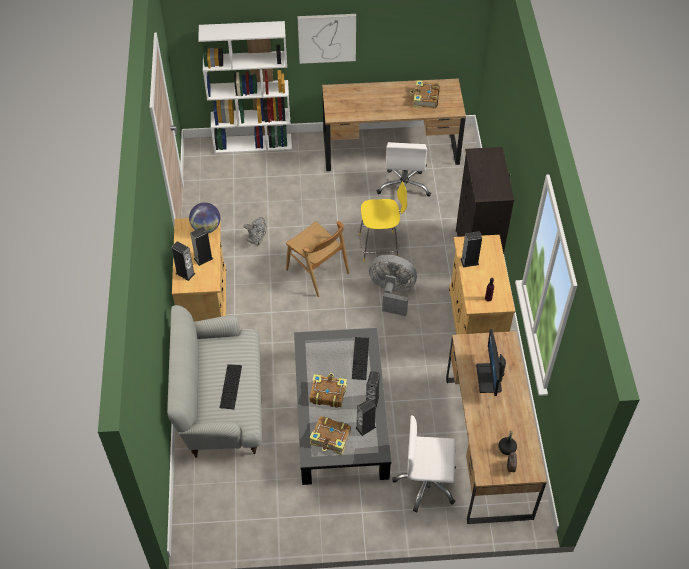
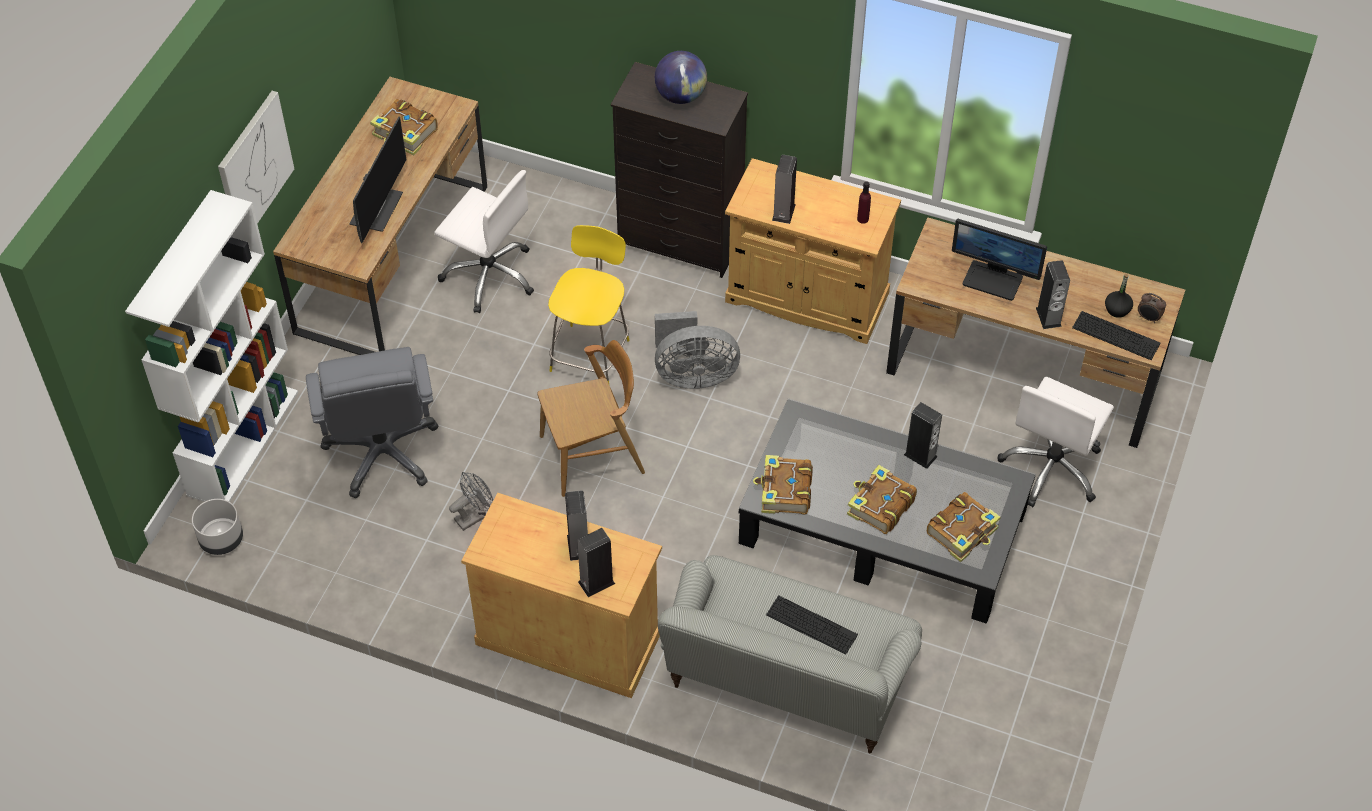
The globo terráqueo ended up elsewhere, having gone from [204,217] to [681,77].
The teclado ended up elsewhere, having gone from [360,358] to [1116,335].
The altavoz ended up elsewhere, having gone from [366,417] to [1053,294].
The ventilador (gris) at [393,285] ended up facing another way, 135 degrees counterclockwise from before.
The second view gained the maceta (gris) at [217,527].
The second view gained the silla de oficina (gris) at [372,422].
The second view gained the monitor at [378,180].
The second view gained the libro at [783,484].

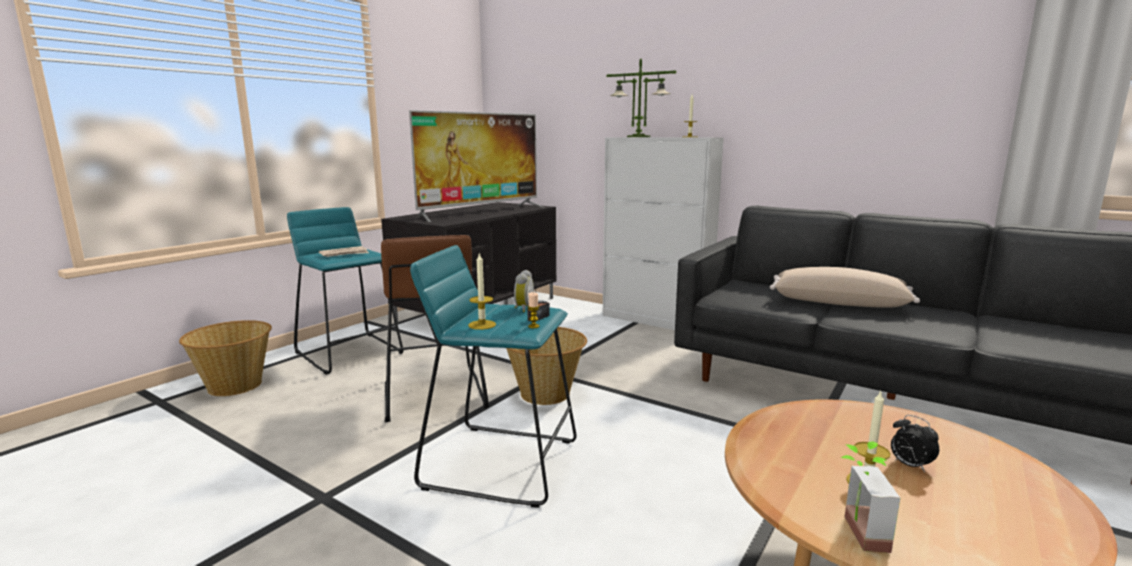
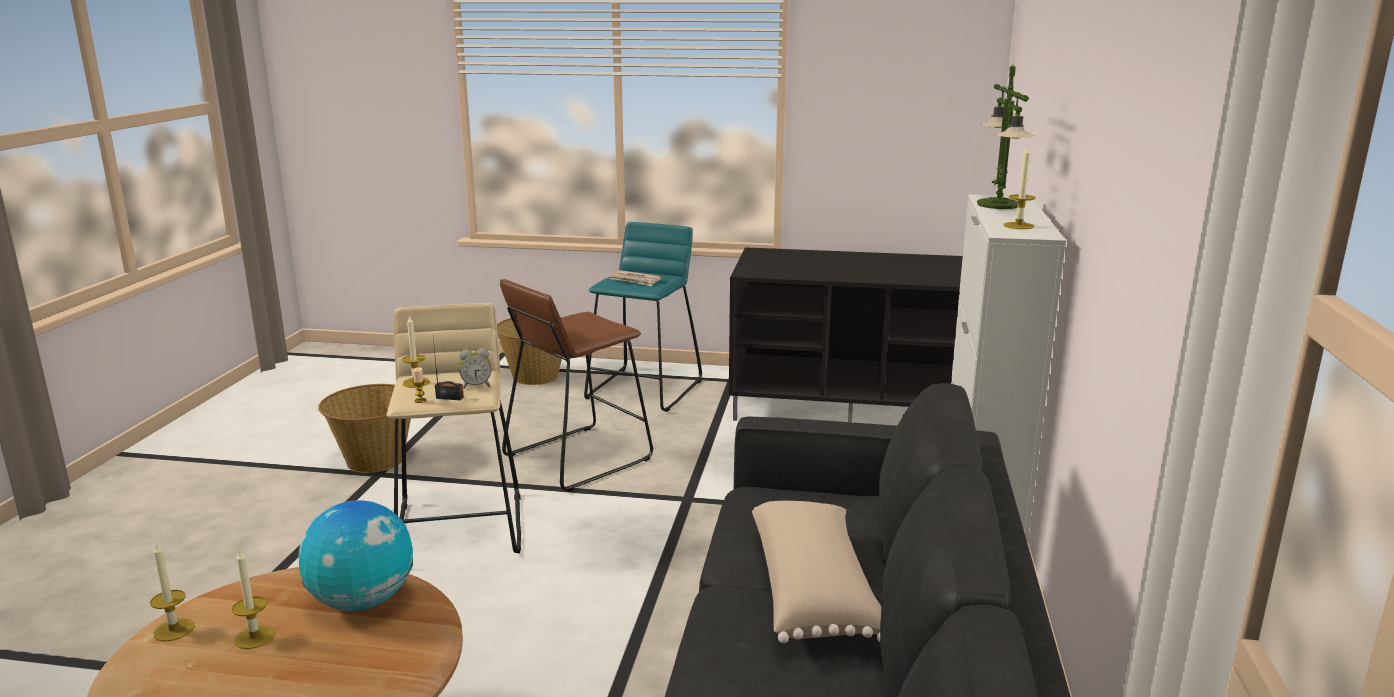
The second view lost the televisor at [477,166].
What was the taburete (turquesa) at [493,376] turned into the taburete (beis) at [454,428].
The cesta ended up elsewhere, having gone from [546,366] to [364,428].
Where the planta en maceta stood at [870,497], the vela came to stand at [172,592].
The second view lost the despertador at [915,444].
The second view gained the globo terráqueo at [355,555].

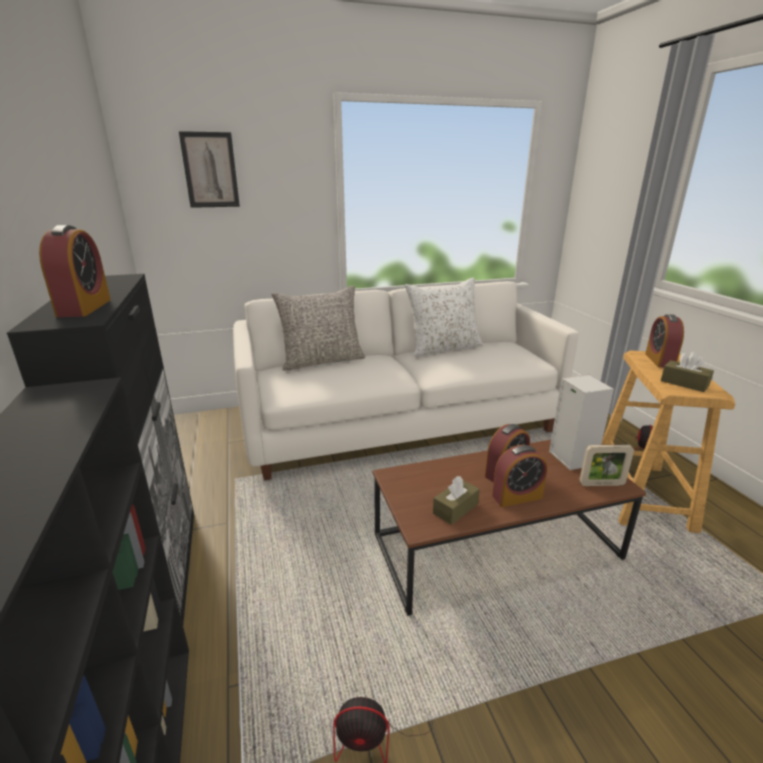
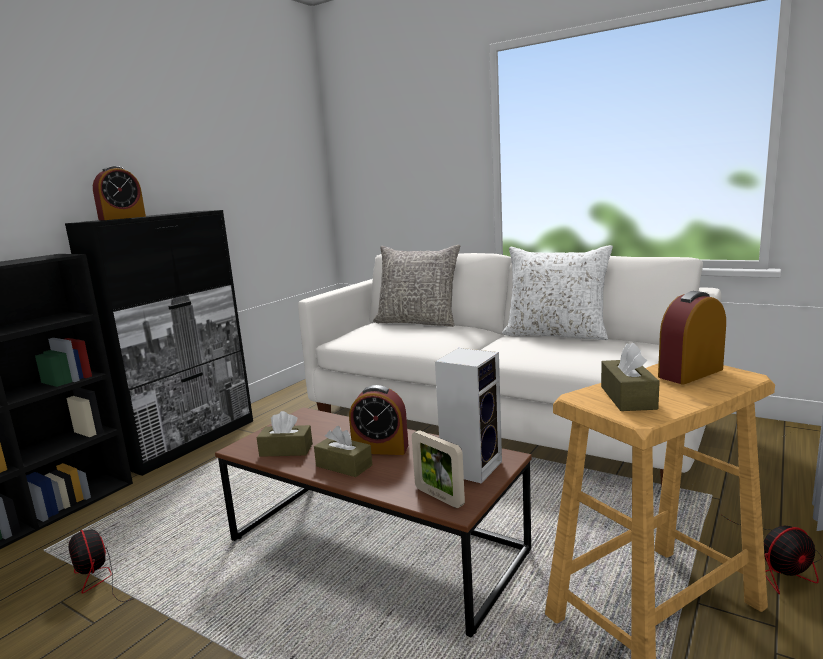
The second view lost the cuadro at [209,169].
Where the despertador stood at [519,476], the caja de pañuelos (marrón) came to stand at [343,451].

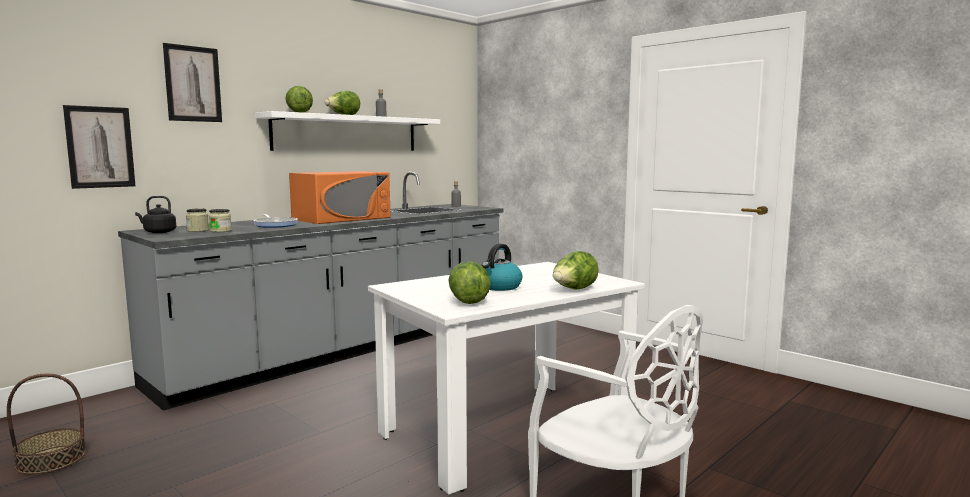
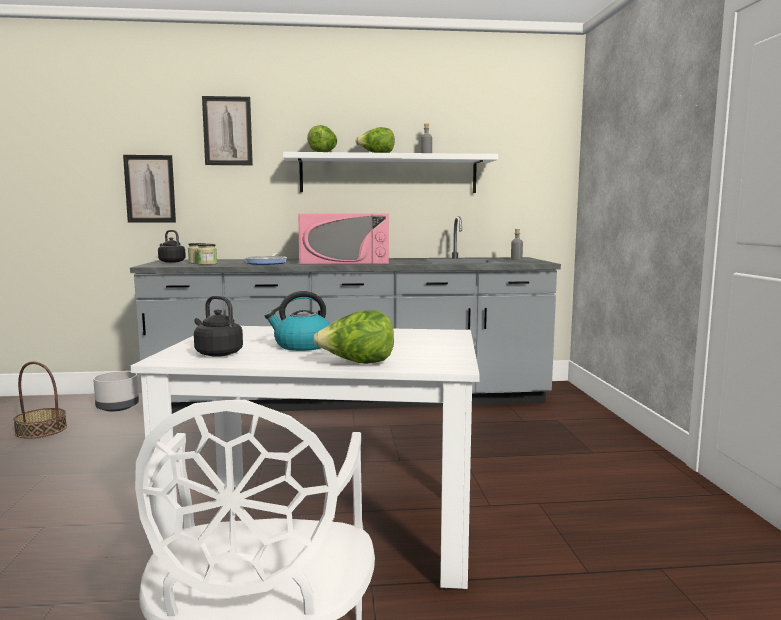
What was the microondas (naranja) at [340,197] turned into the microondas (rosa) at [343,239].
Where the lechuga stood at [469,282], the hervidor (negro) came to stand at [218,326].
The second view gained the maceta (gris) at [116,391].

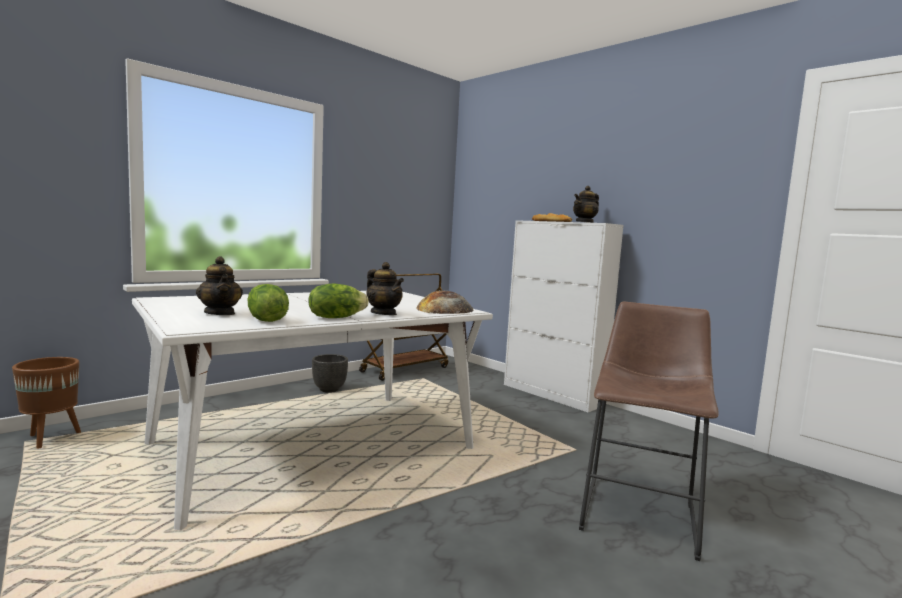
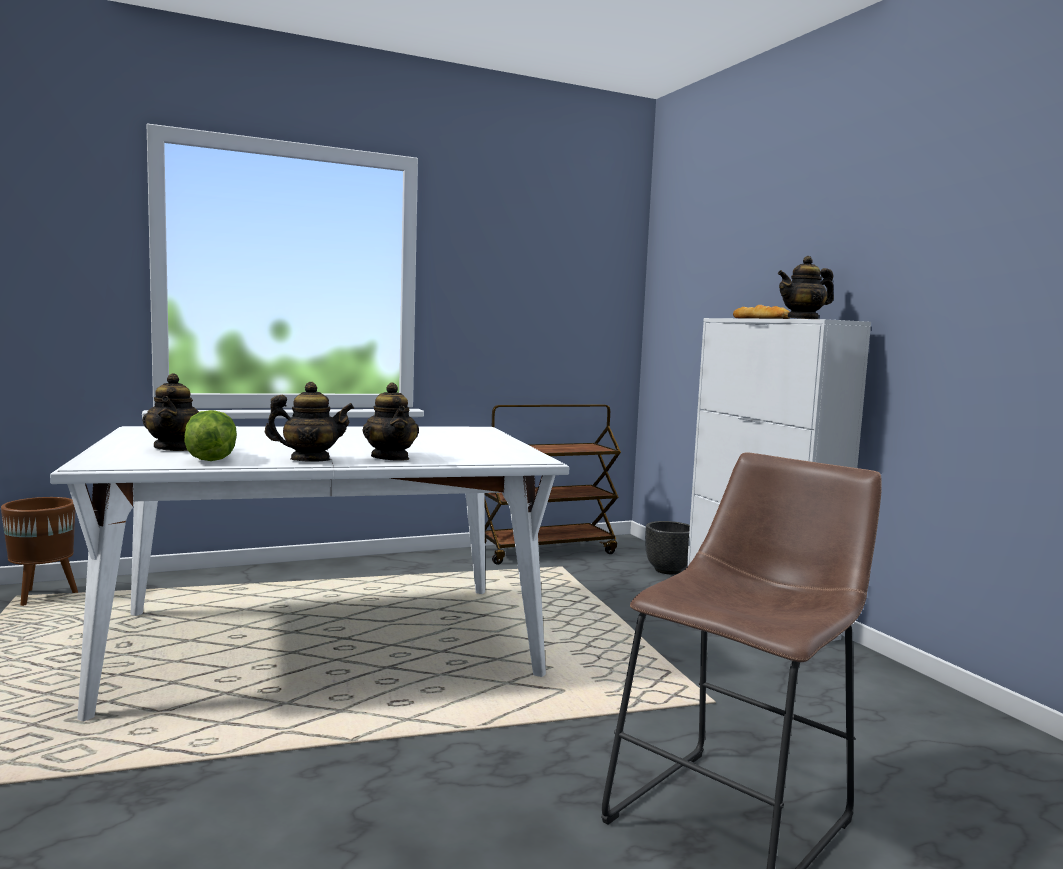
Where the lechuga stood at [338,301], the tetera came to stand at [309,422].
The maceta (negro) ended up elsewhere, having gone from [330,373] to [667,547].
The second view lost the pan at [445,302].

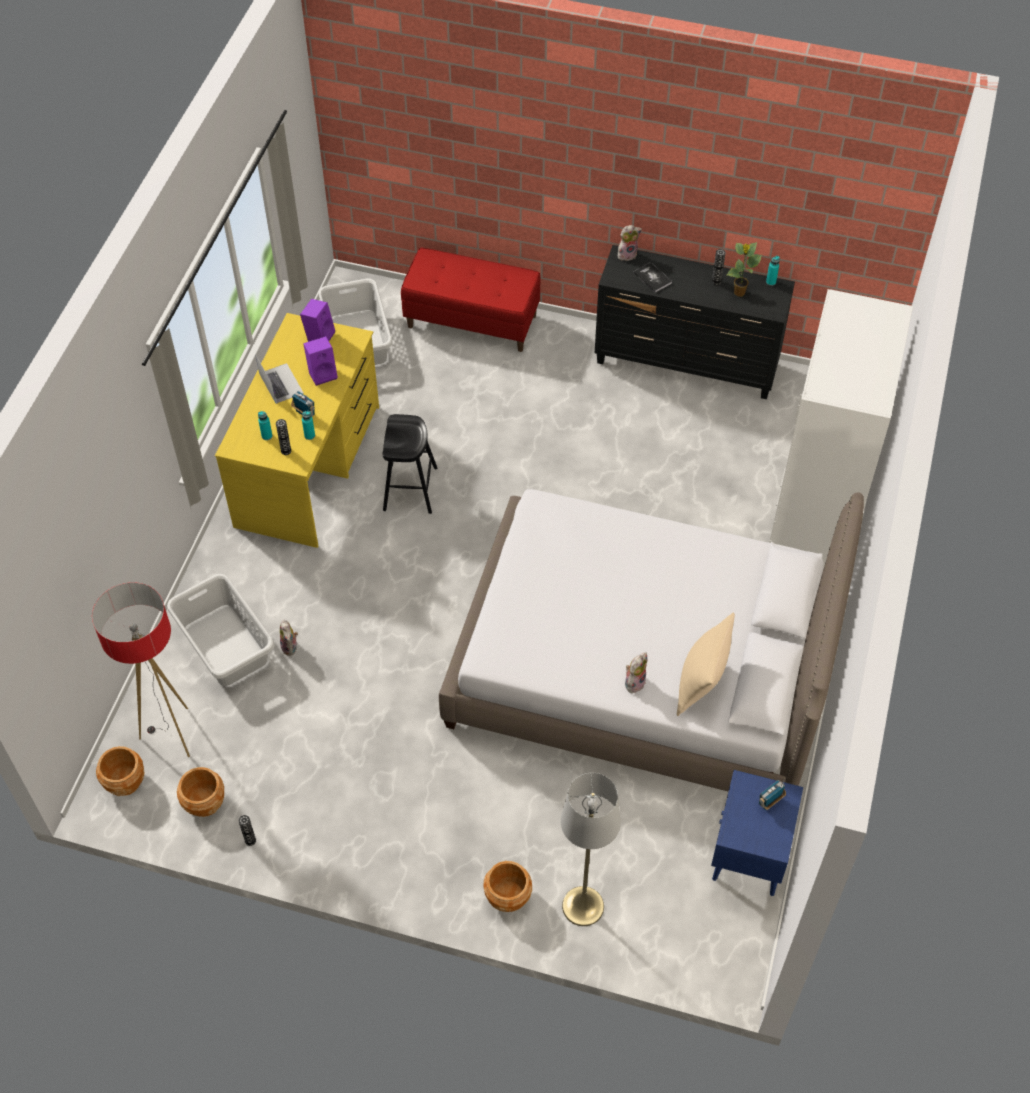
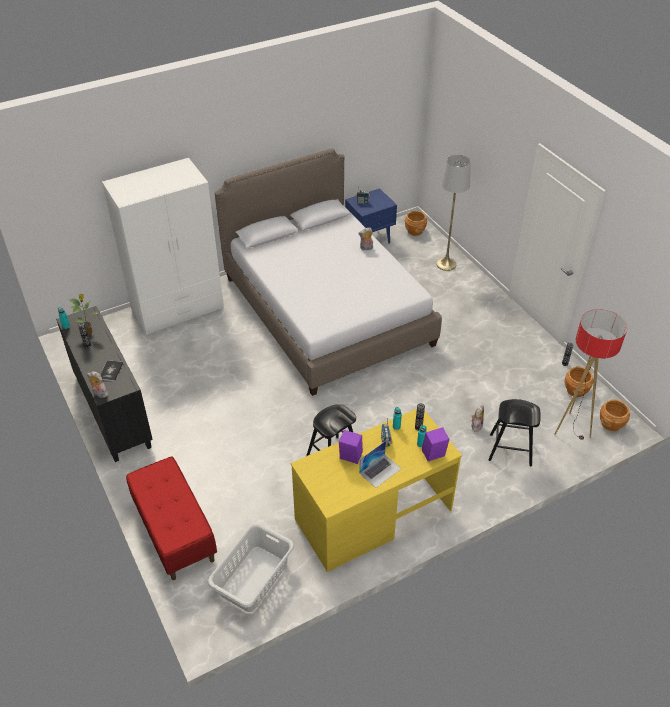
Where the cesto de la ropa (gris) stood at [221,630], the taburete (negro) came to stand at [514,433].
The portátil at [280,380] ended up facing another way, 150 degrees counterclockwise from before.
The altavoz (morado) ended up elsewhere, having gone from [317,320] to [436,444].
The maceta (marrón) ended up elsewhere, having gone from [507,886] to [416,223].
The second view lost the cojín (beis) at [706,664].

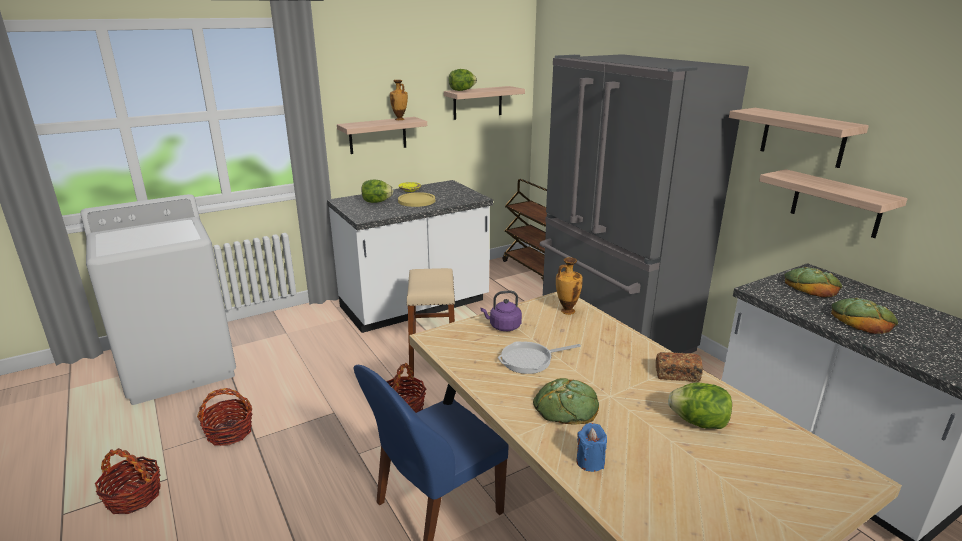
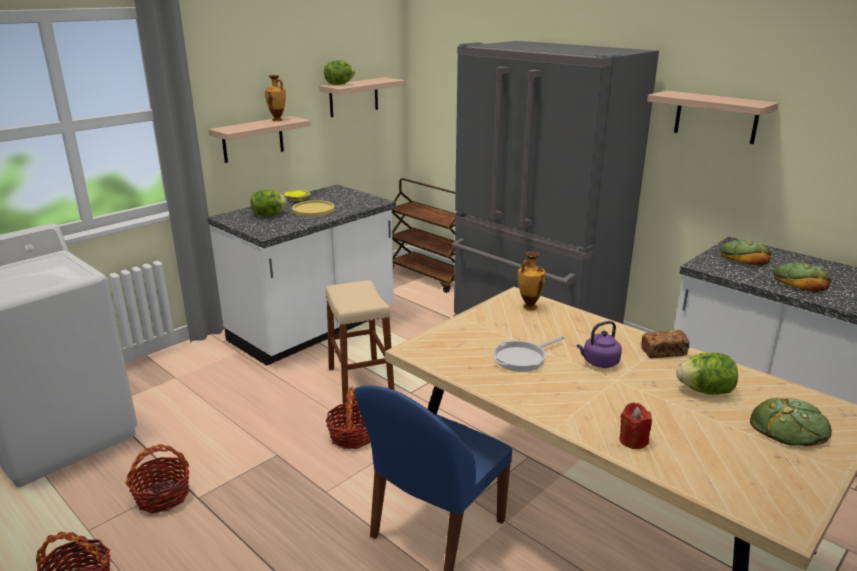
The hervidor (morado) ended up elsewhere, having gone from [501,311] to [599,344].
The pan ended up elsewhere, having gone from [566,401] to [791,422].
What was the vela (azul) at [591,447] turned into the vela (rojo) at [635,425].
The second view lost the estante at [833,203].

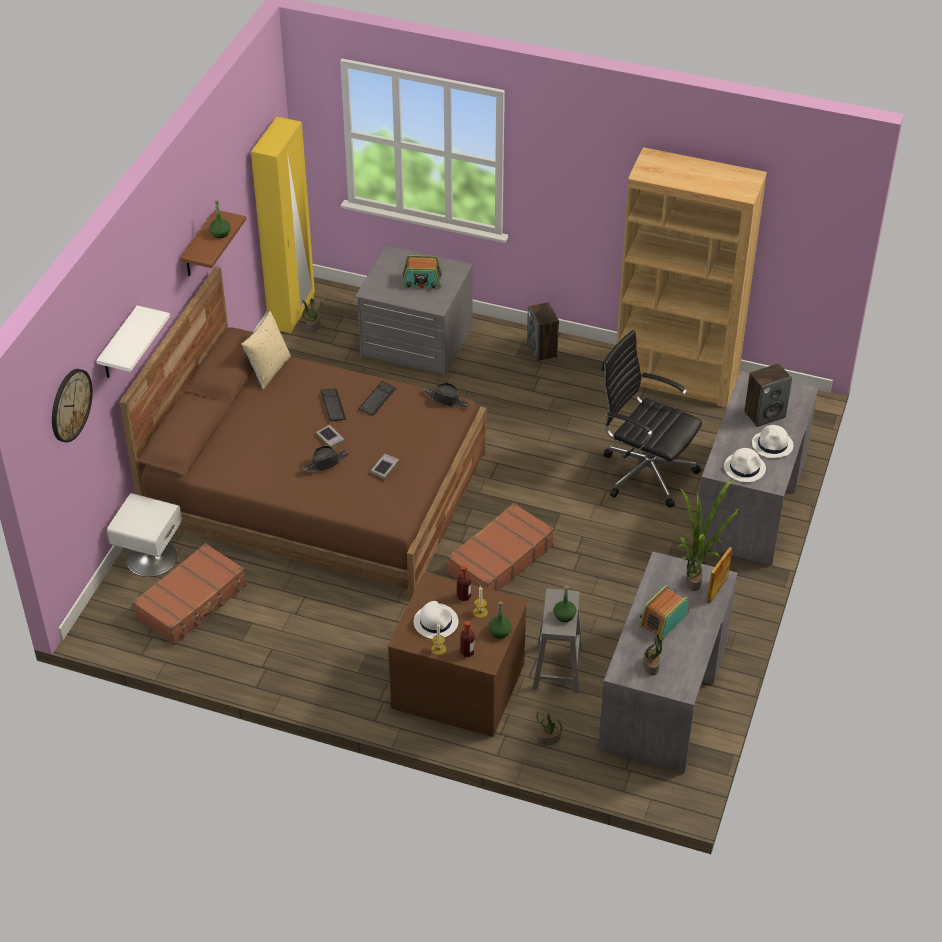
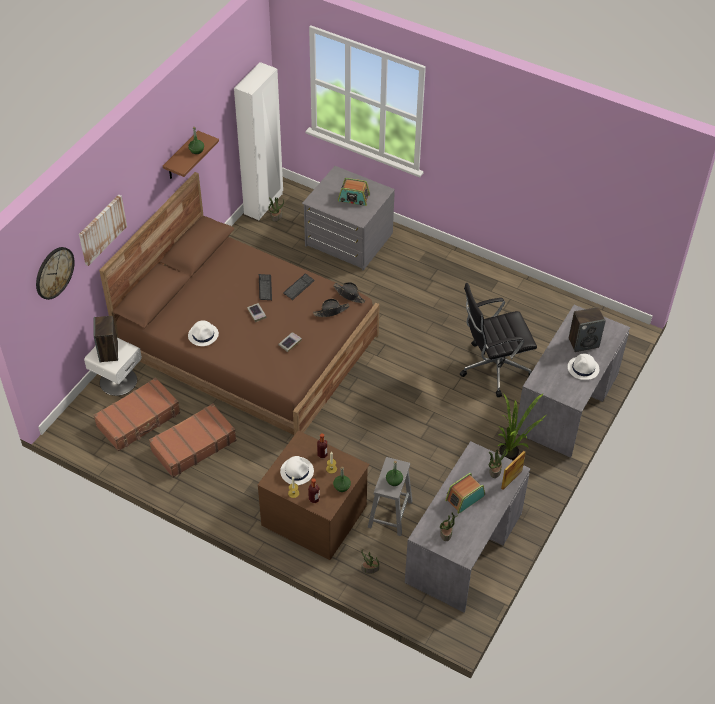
Where the estante (blanco) hung at [133,341], the cuadro came to hang at [103,230].
The second view lost the cojín (beis) at [266,350].
What was the armario ropero (amarillo) at [283,225] turned into the armario ropero (blanco) at [258,141].
The sombrero (negro) ended up elsewhere, having gone from [325,459] to [331,308].
The maleta (marrón) ended up elsewhere, having gone from [501,547] to [193,440].
The altavoz ended up elsewhere, having gone from [543,331] to [106,339].
The silla de oficina (negro) at [652,419] ended up facing another way, 60 degrees counterclockwise from before.
The second view lost the estantería (marrón) at [691,277].
The sombrero (blanco) ended up elsewhere, having gone from [745,465] to [203,333].

